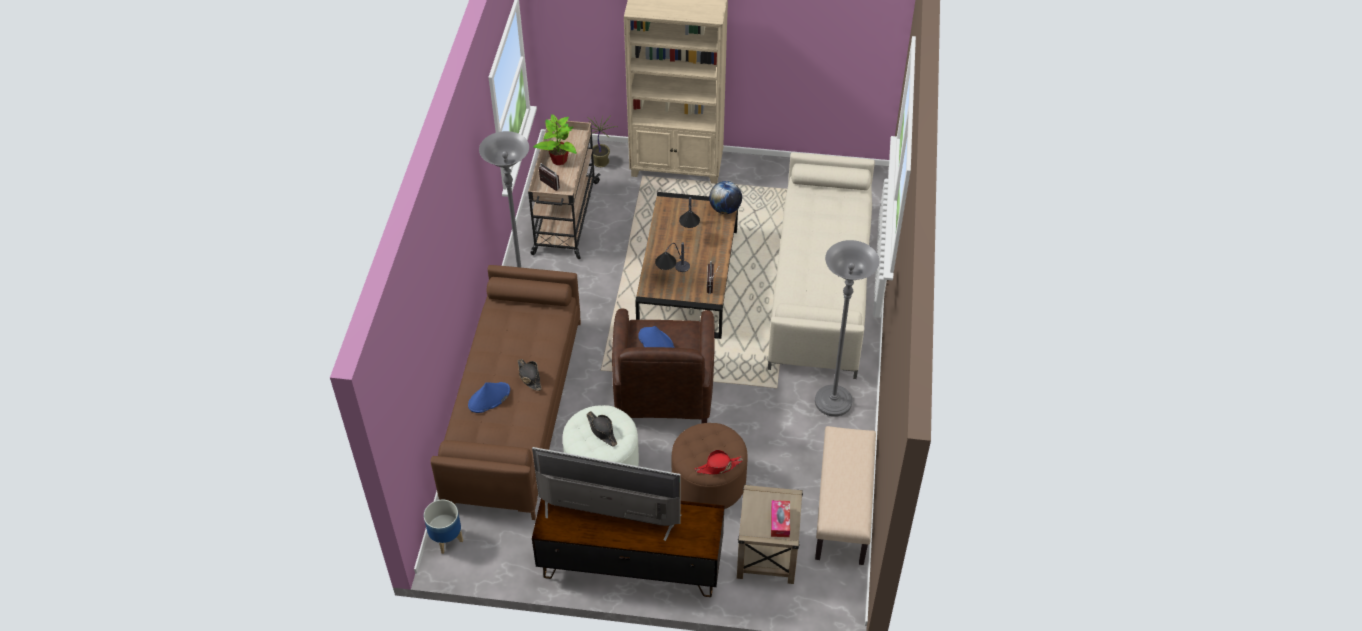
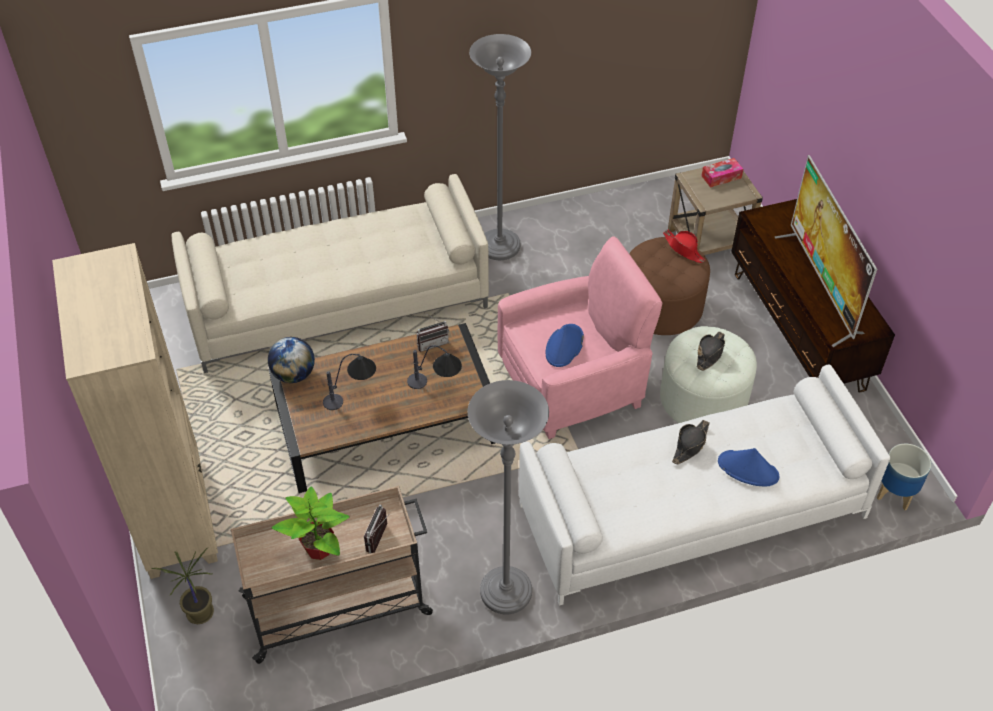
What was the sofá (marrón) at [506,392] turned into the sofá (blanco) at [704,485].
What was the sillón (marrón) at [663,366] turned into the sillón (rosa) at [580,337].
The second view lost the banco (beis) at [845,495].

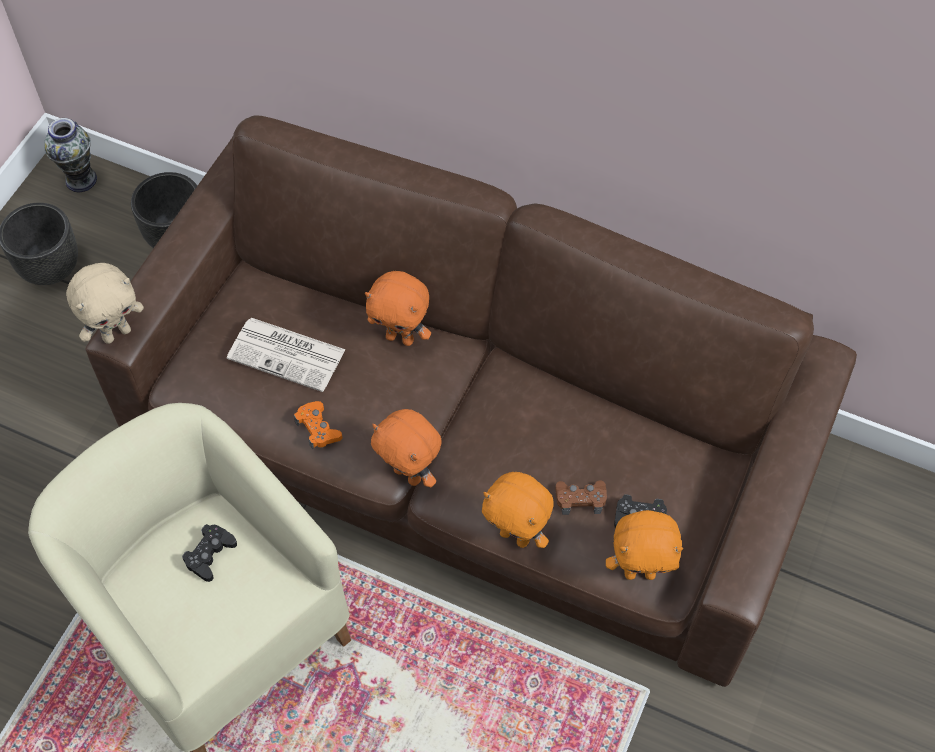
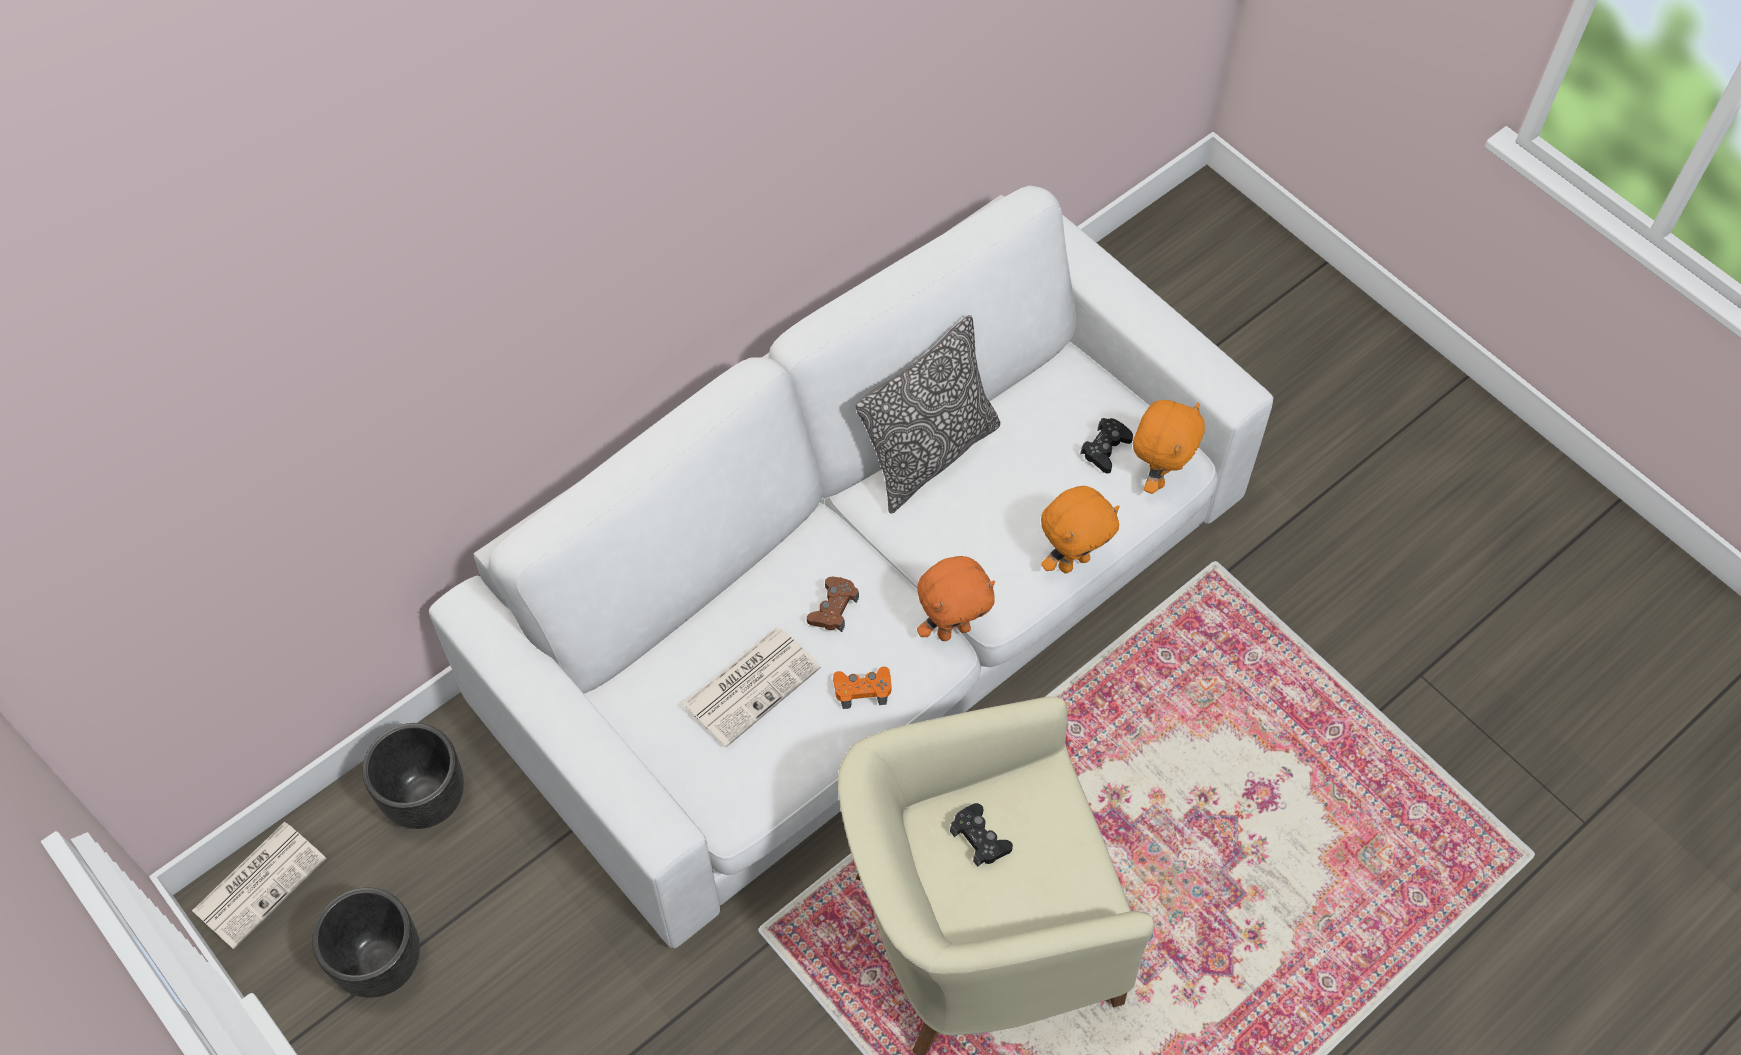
Where the florero stood at [70,155], the periódico came to stand at [259,885].
The second view lost the peluche (beis) at [105,303].
What was the sofá (marrón) at [471,401] turned into the sofá (blanco) at [851,566].
The second view lost the peluche (naranja) at [398,308].
The mando de consola (marrón) ended up elsewhere, having gone from [581,497] to [833,604].
The second view gained the cojín at [928,414].

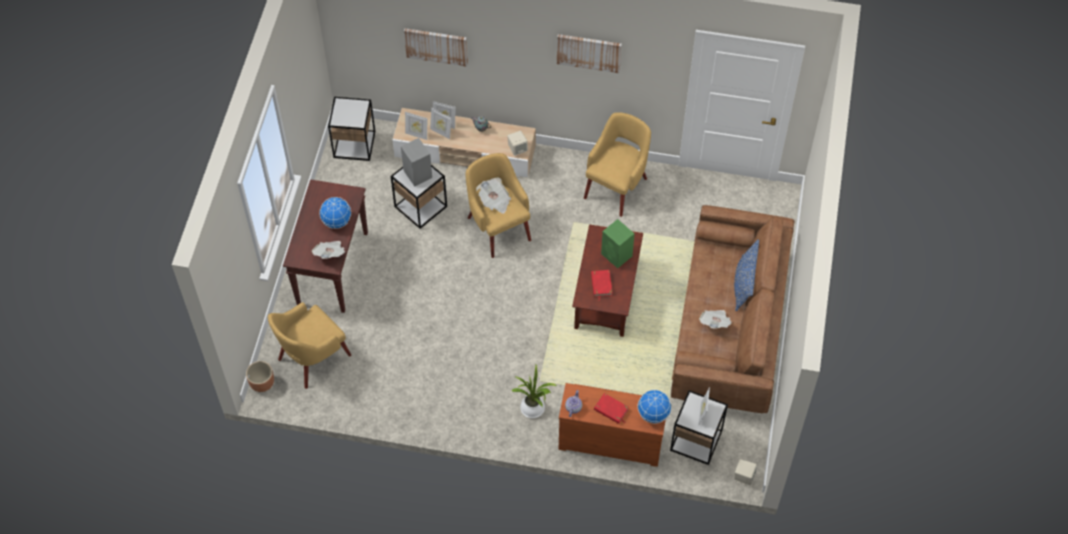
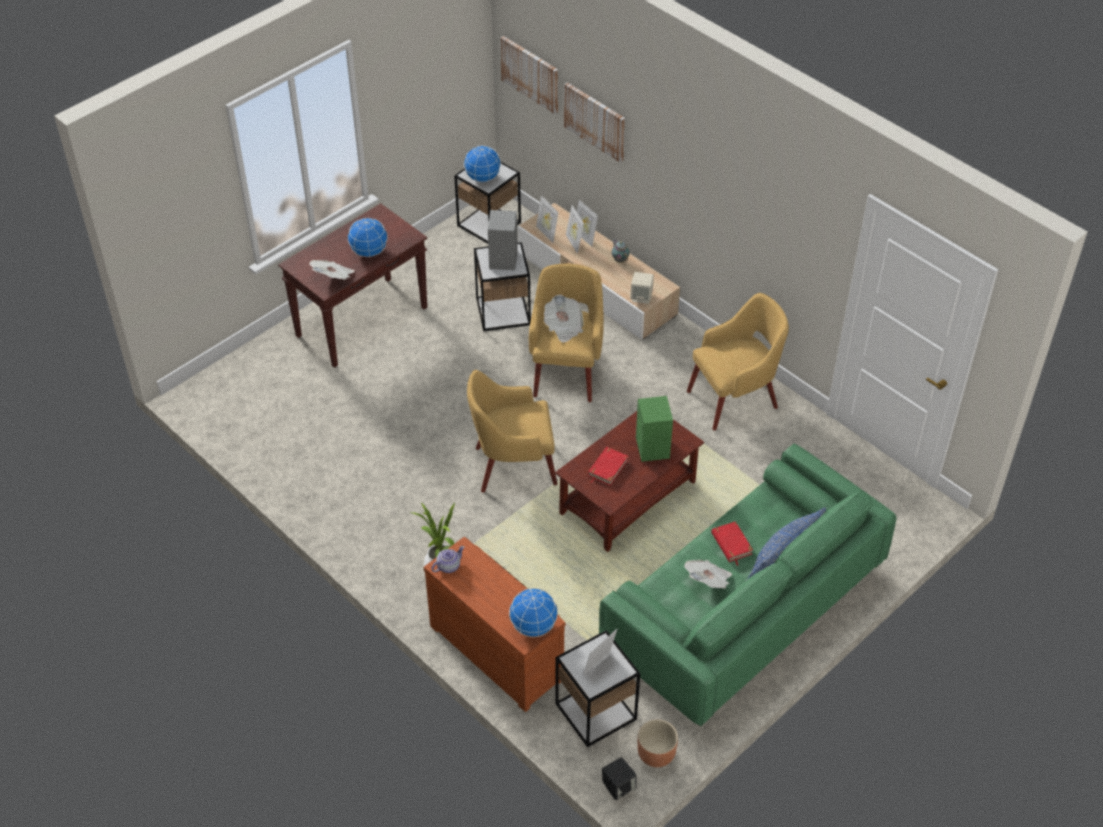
The maceta (marrón) ended up elsewhere, having gone from [260,376] to [658,743].
The sillón (amarillo) ended up elsewhere, having gone from [309,345] to [512,431].
The cuadro ended up elsewhere, having gone from [589,53] to [529,75].
The libro (rojo) ended up elsewhere, having gone from [611,408] to [732,543].
What was the sofá (marrón) at [733,309] turned into the sofá (verde) at [748,585].
What was the altavoz (beis) at [745,472] turned into the altavoz (negro) at [619,778].
The second view gained the globo terráqueo at [482,164].

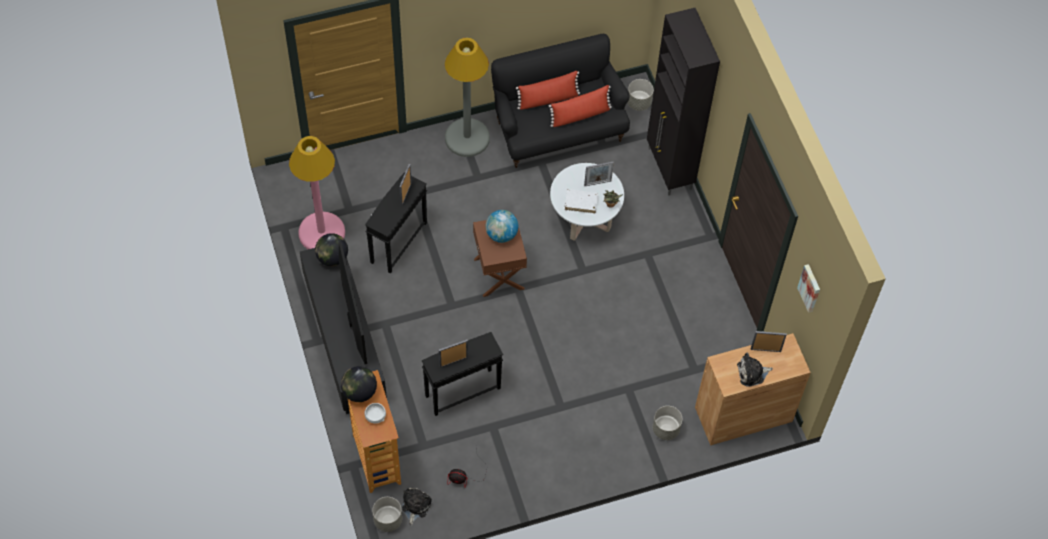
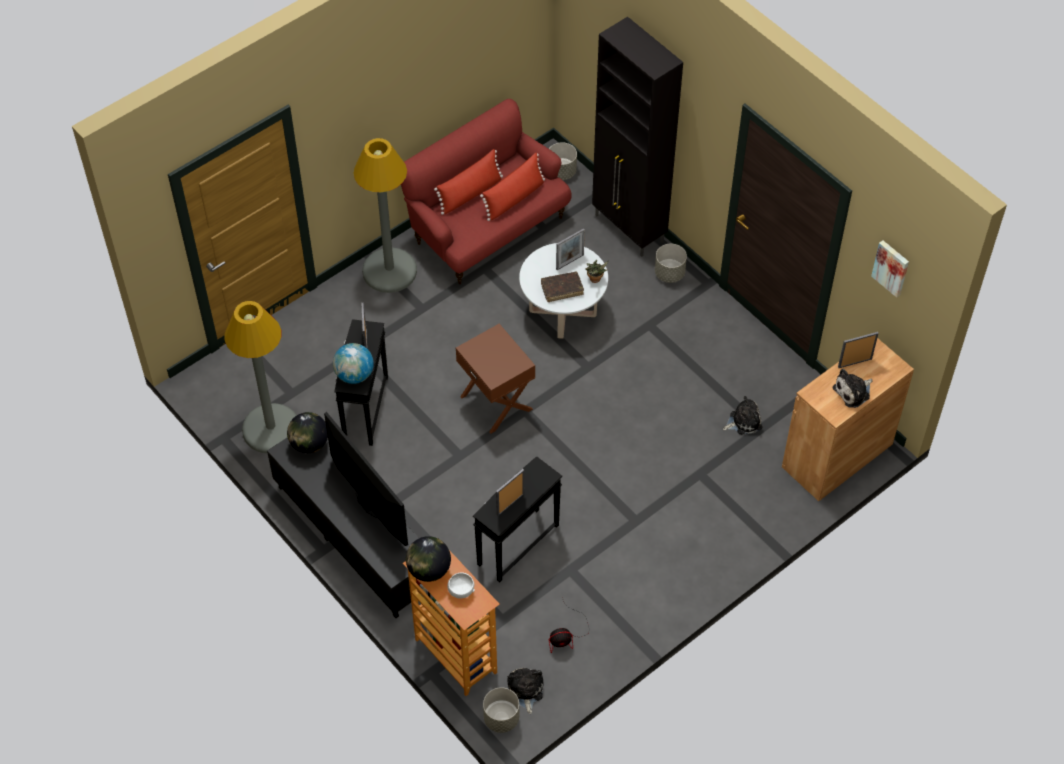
What was the lámpara de pie (rosa) at [317,192] turned into the lámpara de pie (gris) at [260,377].
The globo terráqueo ended up elsewhere, having gone from [502,226] to [353,363].
What was the sofá (negro) at [560,101] turned into the sofá (rojo) at [486,191].
What was the libro (blanco) at [581,201] turned into the libro (marrón) at [562,286].
The maceta (gris) ended up elsewhere, having gone from [667,423] to [671,263].
The second view gained the peluche at [742,415].

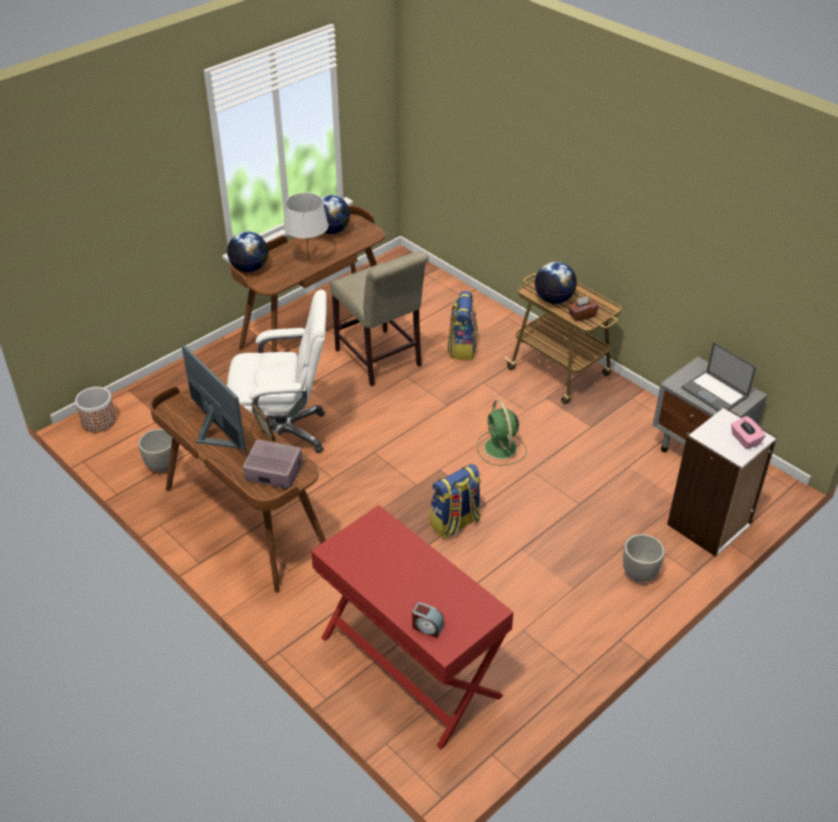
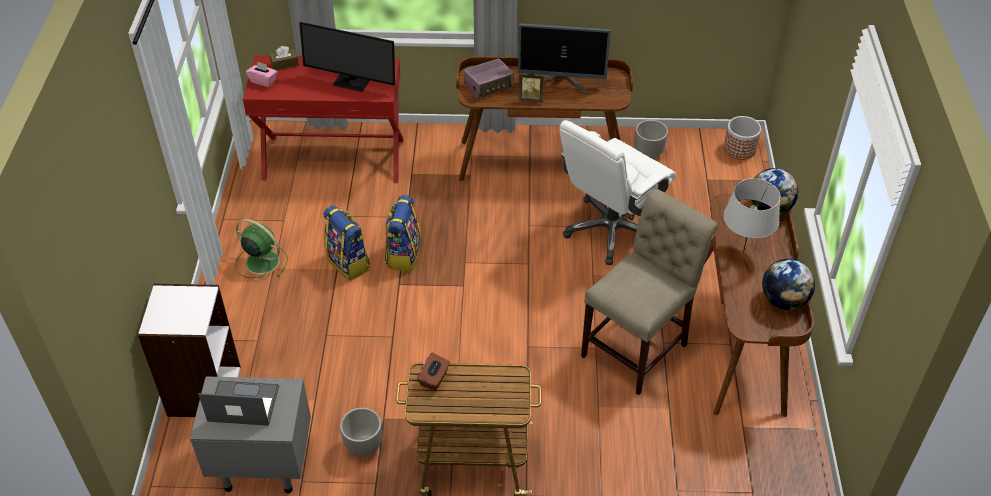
The silla (beis) at [379,319] ended up facing another way, 120 degrees clockwise from before.
Where the despertador stood at [428,620], the caja de pañuelos (marrón) came to stand at [284,58].
The mochila ended up elsewhere, having gone from [462,325] to [347,243].
The ventilador (verde) ended up elsewhere, having gone from [502,433] to [261,248].
The second view lost the globo terráqueo at [556,283].
The maceta ended up elsewhere, having gone from [644,558] to [361,432].
The caja de pañuelos (rosa) ended up elsewhere, having gone from [748,432] to [261,74].
The second view gained the monitor at [347,57].

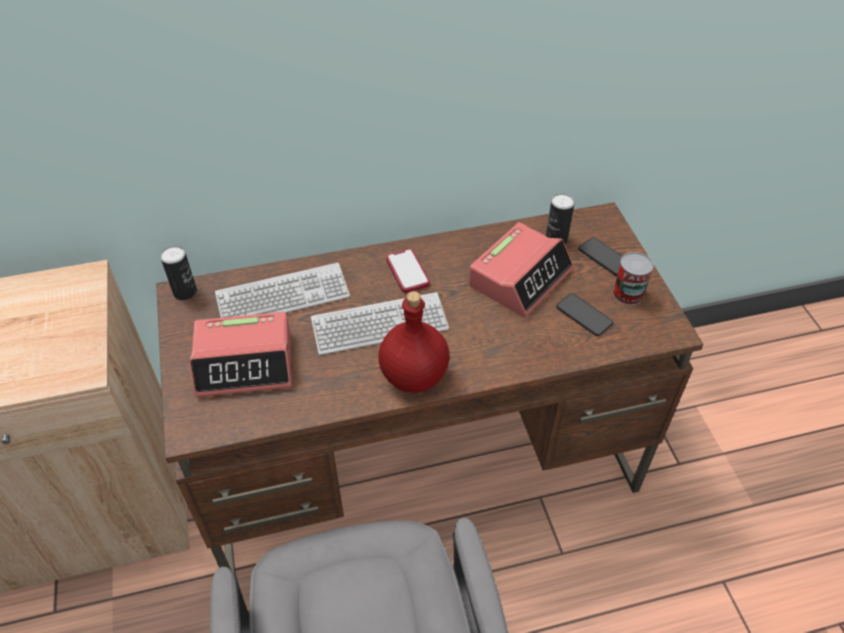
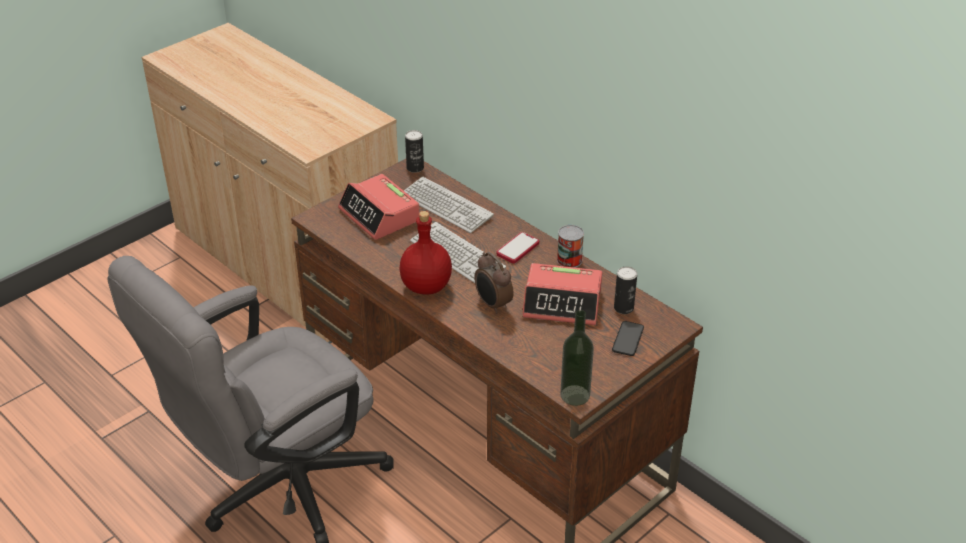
The second view lost the móvil at [585,314].
The lata ended up elsewhere, having gone from [633,278] to [570,246].
The second view gained the despertador at [494,283].
The second view gained the botella at [577,358].

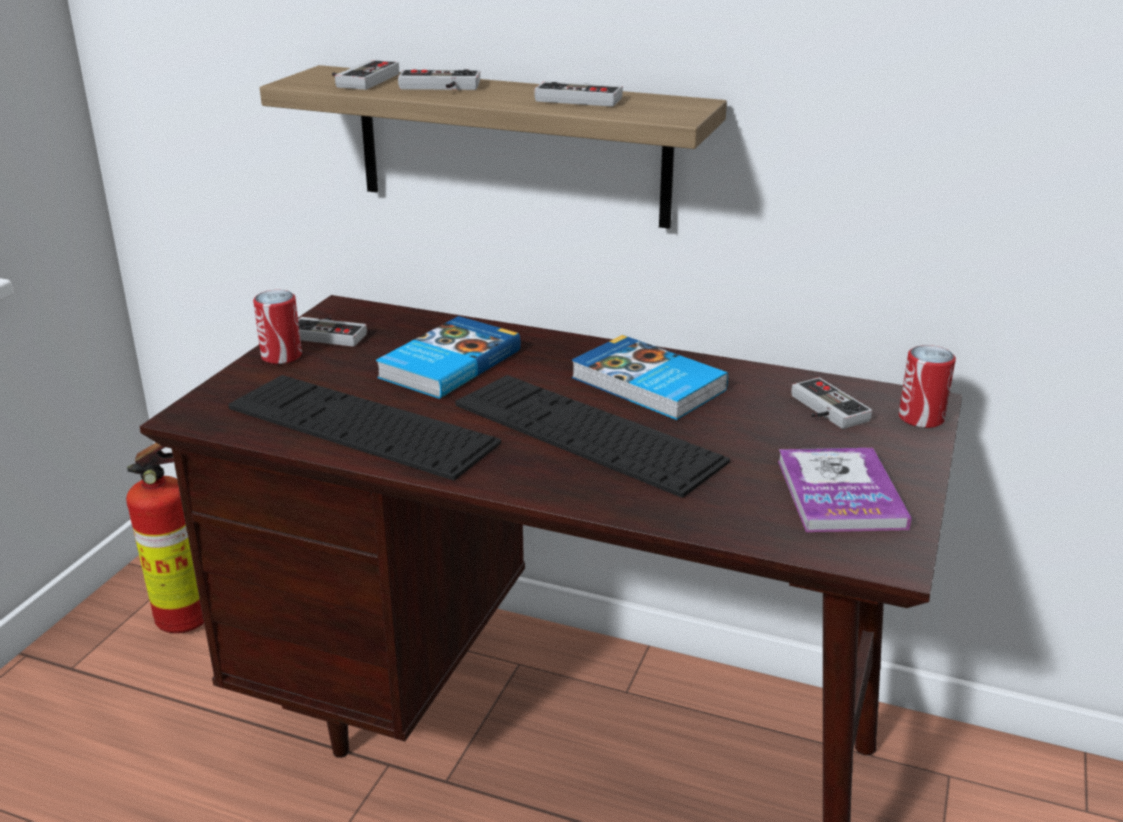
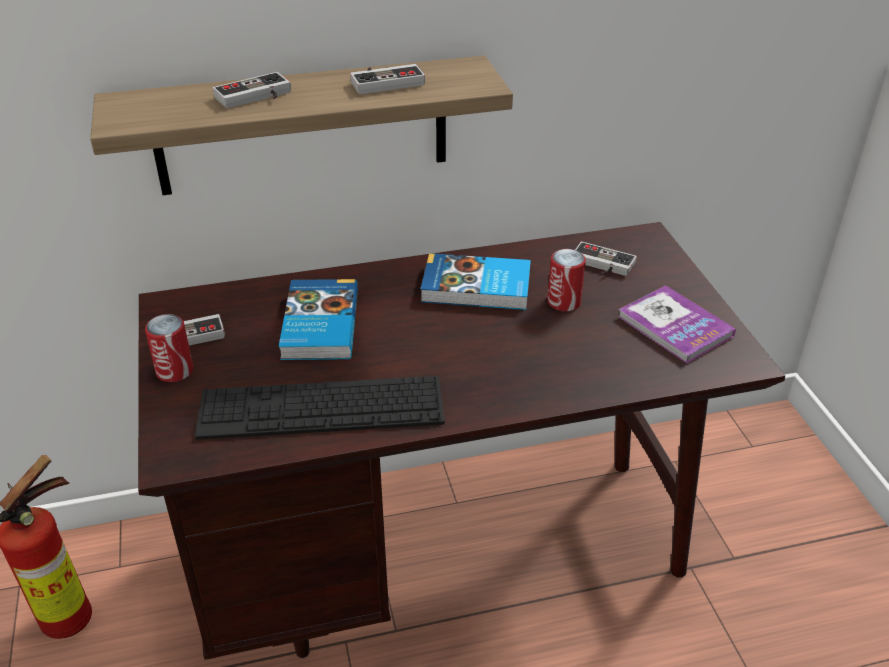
The second view lost the mando de consola at [365,75].
The second view lost the teclado at [592,436].
The lata ended up elsewhere, having gone from [927,386] to [566,280].

